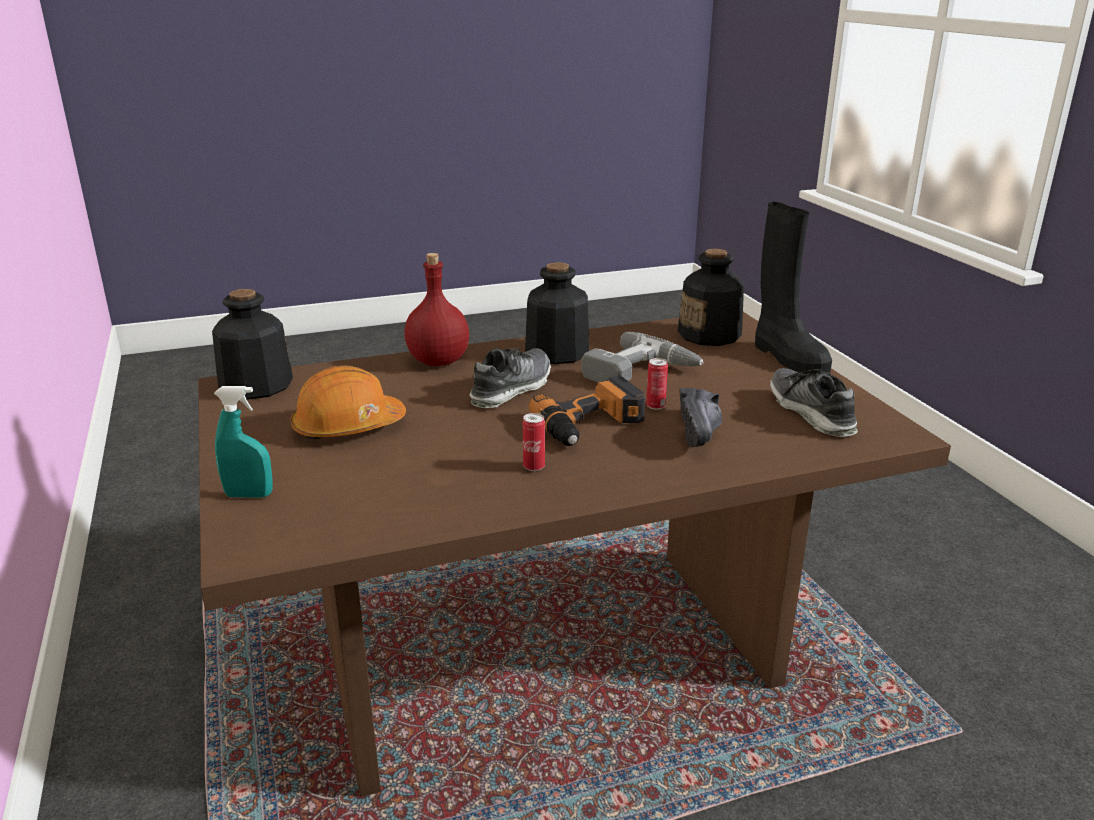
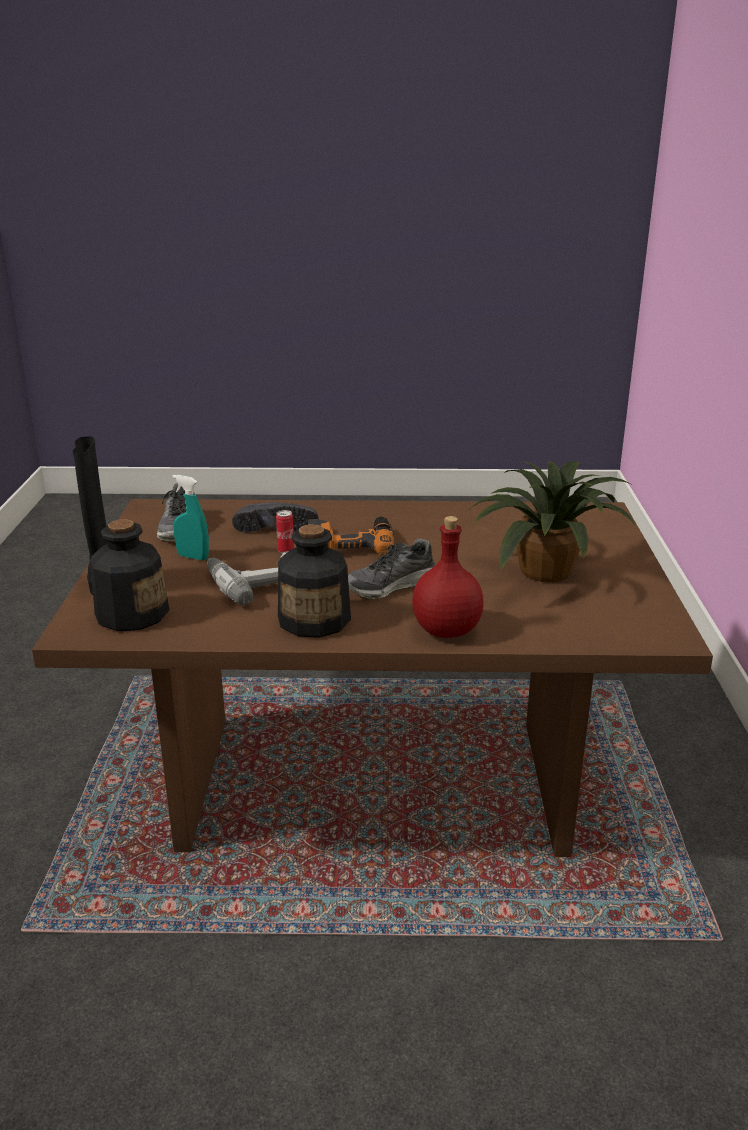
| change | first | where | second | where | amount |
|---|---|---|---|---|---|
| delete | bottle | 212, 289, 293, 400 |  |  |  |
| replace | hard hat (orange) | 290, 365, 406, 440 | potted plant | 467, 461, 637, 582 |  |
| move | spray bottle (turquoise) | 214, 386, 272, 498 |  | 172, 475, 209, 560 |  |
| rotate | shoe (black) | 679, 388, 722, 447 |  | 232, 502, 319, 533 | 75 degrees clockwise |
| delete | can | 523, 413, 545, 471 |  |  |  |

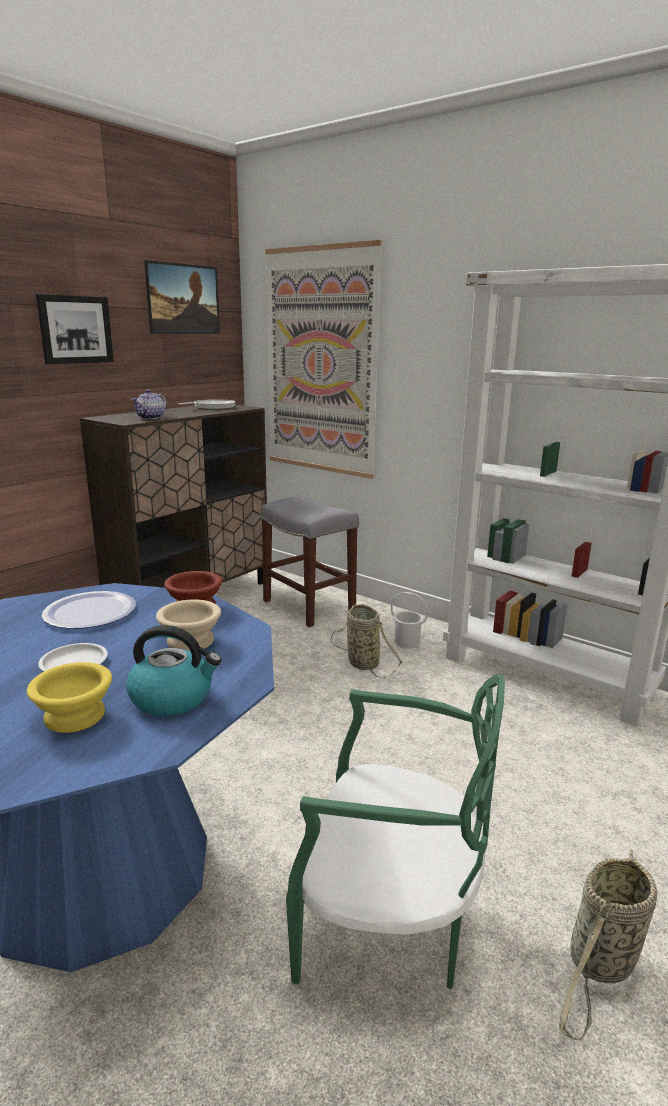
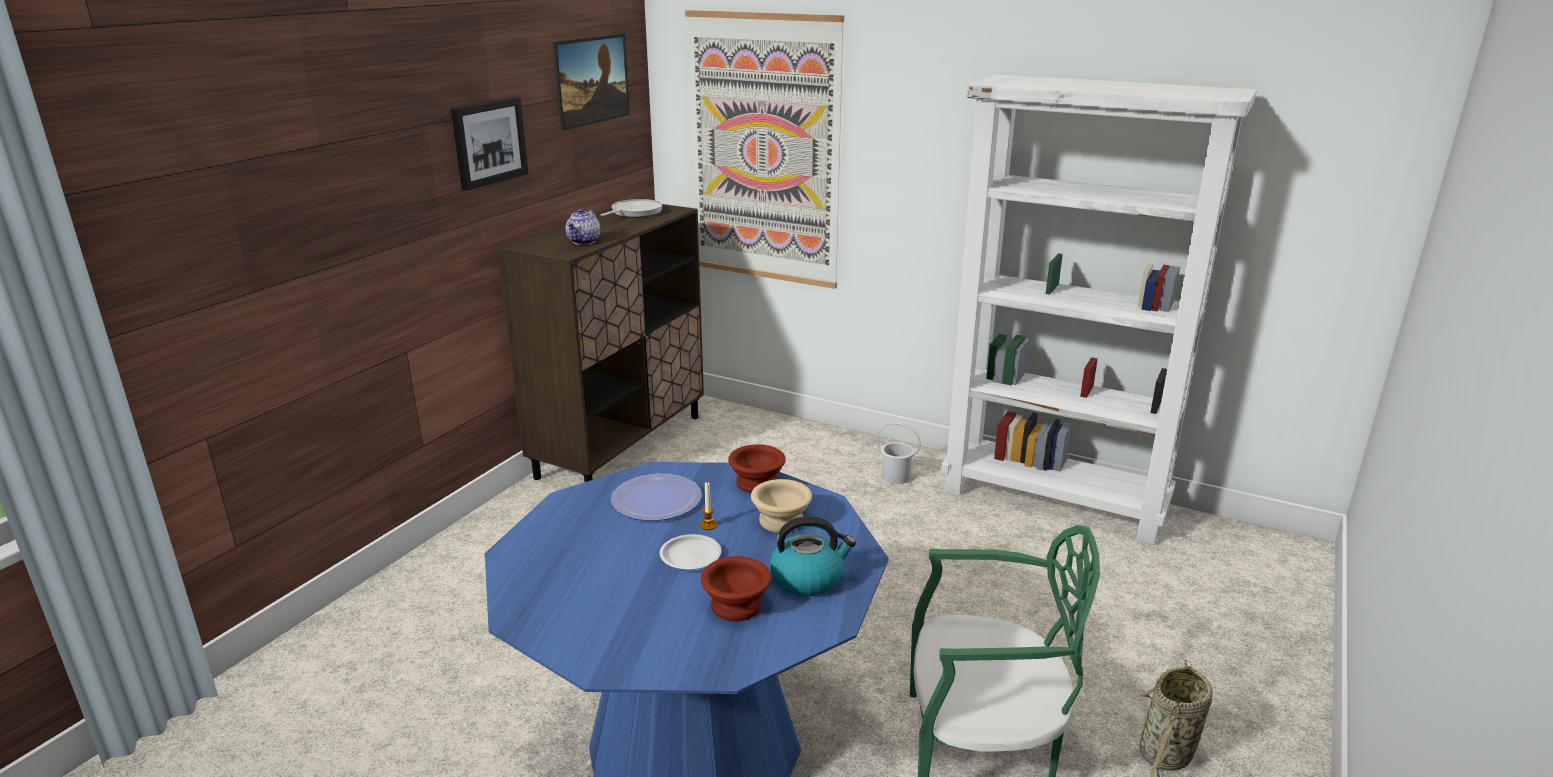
| change | first | where | second | where | amount |
|---|---|---|---|---|---|
| delete | stool (grey) | 260, 496, 359, 627 |  |  |  |
| delete | basket | 331, 604, 403, 678 |  |  |  |
| recolor | bowl (yellow) | 27, 662, 112, 733 | bowl (brown) | 701, 556, 771, 621 |  |
| insert |  |  | candle | 700, 482, 717, 530 |  |

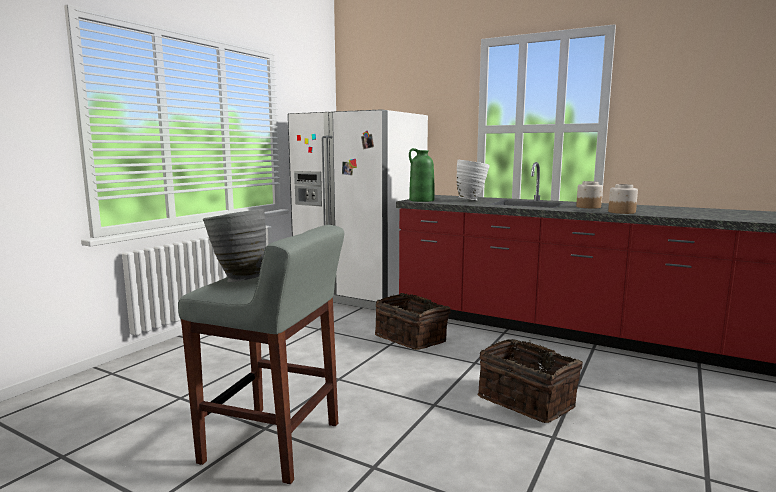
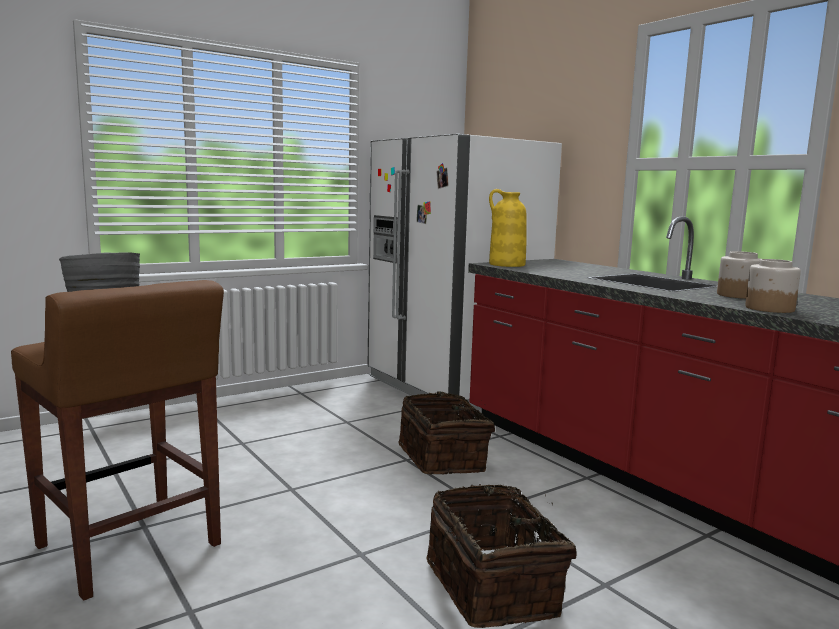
| change | first | where | second | where | amount |
|---|---|---|---|---|---|
| recolor | vase (green) | 409, 148, 435, 202 | vase (yellow) | 489, 189, 527, 267 |  |
| delete | vase (white) | 457, 160, 490, 200 |  |  |  |
| recolor | stool (grey) | 178, 225, 344, 484 | stool (brown) | 11, 280, 224, 601 |  |

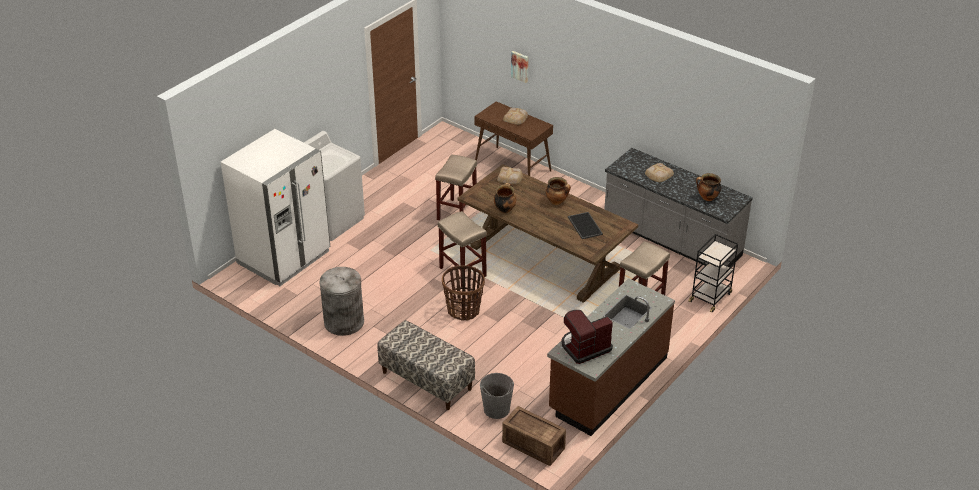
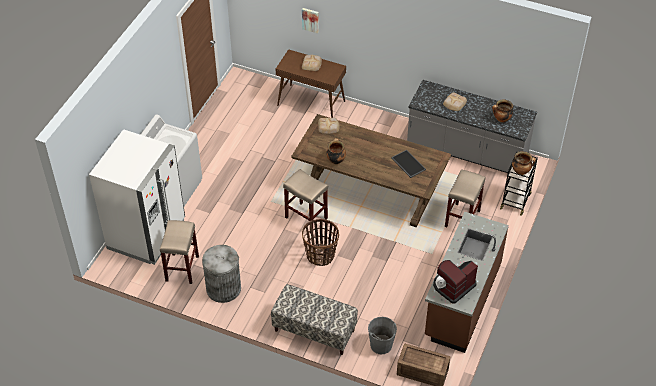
| change | first | where | second | where | amount |
|---|---|---|---|---|---|
| move | stool (beige) | 435, 154, 477, 220 |  | 160, 220, 199, 284 |  |
| move | cooking pot | 546, 177, 571, 205 |  | 512, 151, 536, 175 |  |

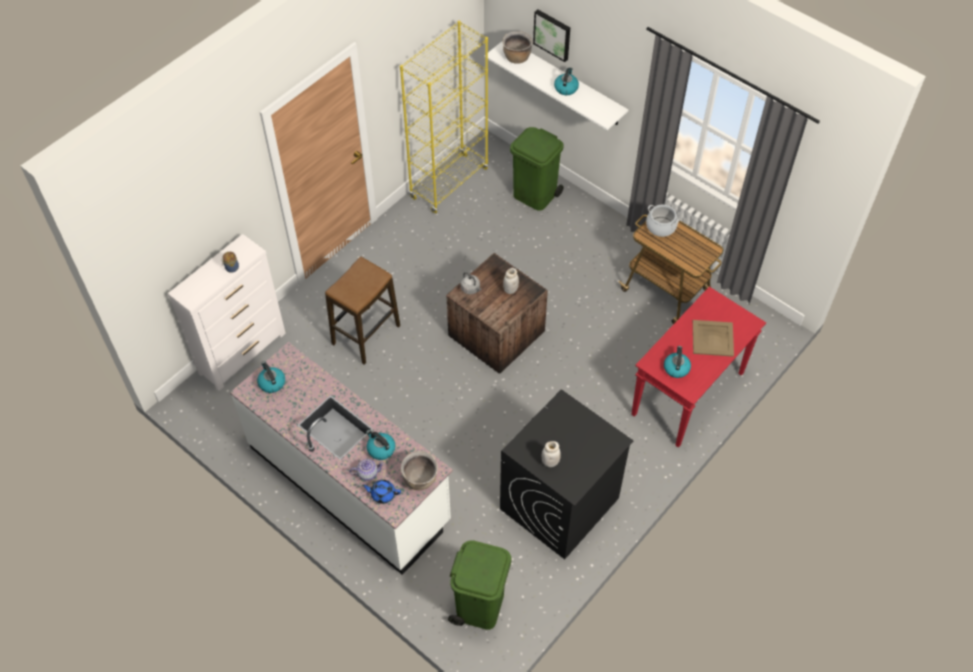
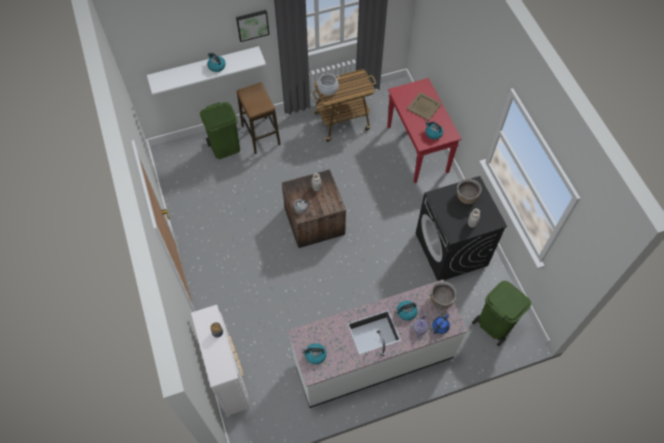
| change | first | where | second | where | amount |
|---|---|---|---|---|---|
| move | picture | 533, 9, 570, 62 |  | 236, 10, 269, 42 |  |
| delete | bookcase (yellow) | 400, 20, 489, 214 |  |  |  |
| move | cooking pot (brown) | 502, 31, 533, 64 |  | 457, 179, 482, 204 |  |
| move | stool | 325, 257, 400, 365 |  | 237, 82, 281, 154 |  |

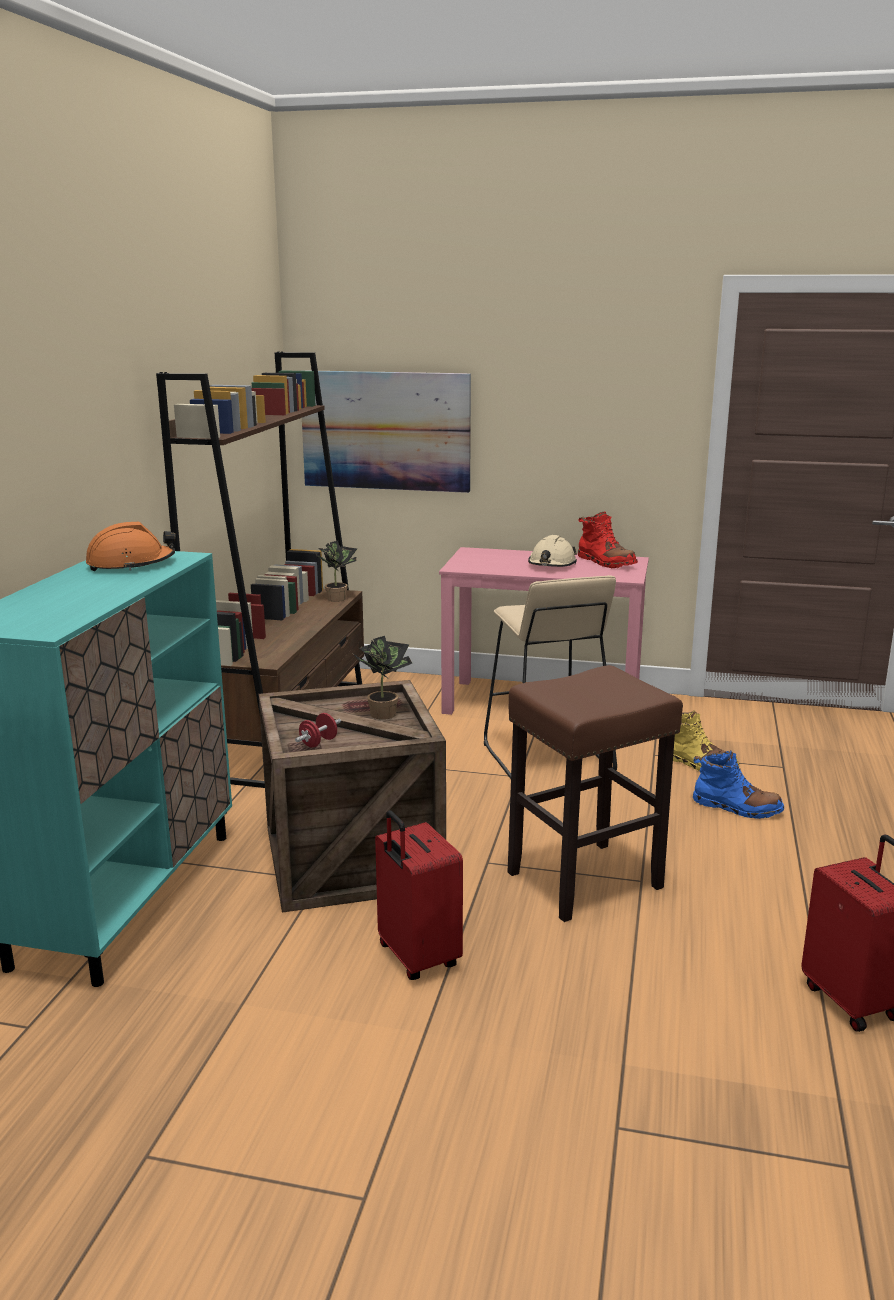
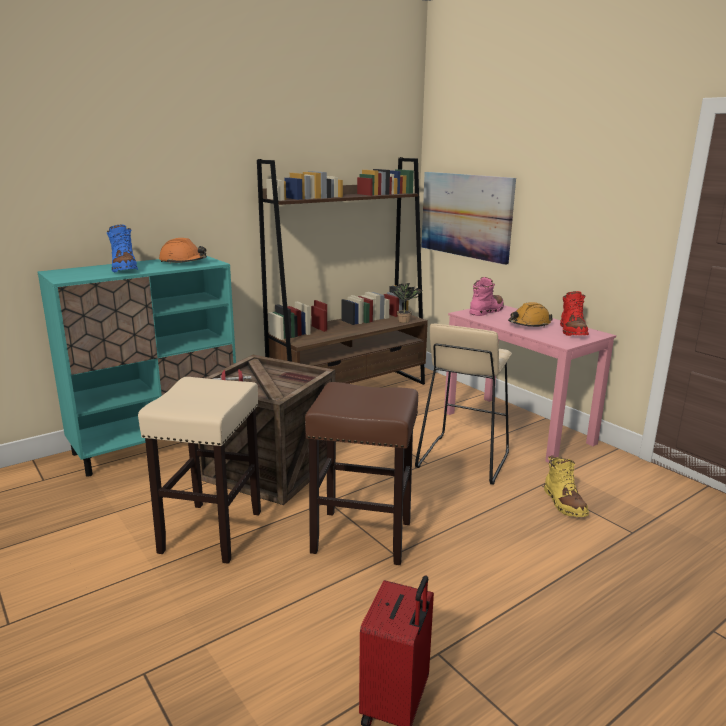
| change | first | where | second | where | amount |
|---|---|---|---|---|---|
| recolor | hard hat (beige) | 528, 535, 577, 567 | hard hat (orange) | 508, 302, 553, 327 |  |
| delete | potted plant | 354, 636, 412, 720 |  |  |  |
| move | boot (blue) | 693, 751, 784, 819 |  | 106, 224, 138, 273 |  |
| replace | suitcase (red) | 375, 810, 463, 980 | stool (beige) | 138, 377, 261, 564 |  |
| insert |  |  | boot (pink) | 469, 277, 504, 316 |  |

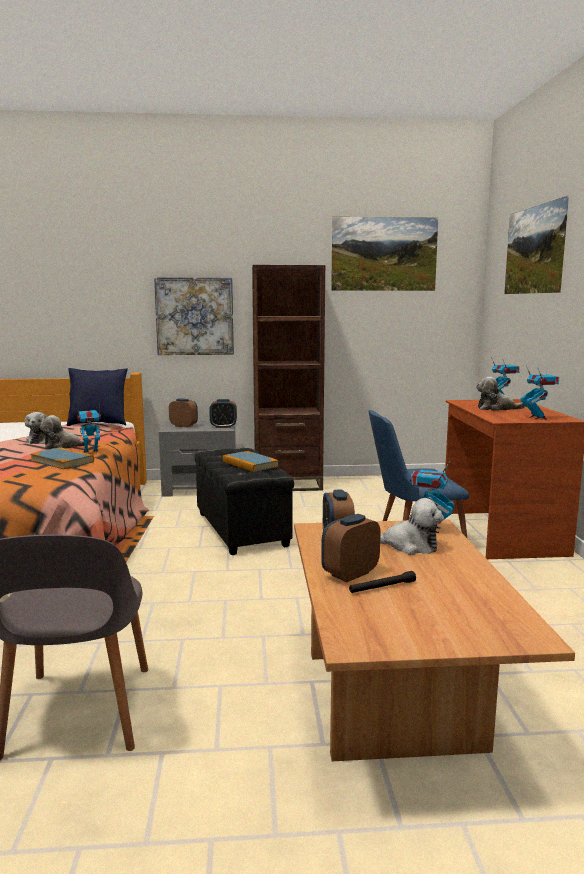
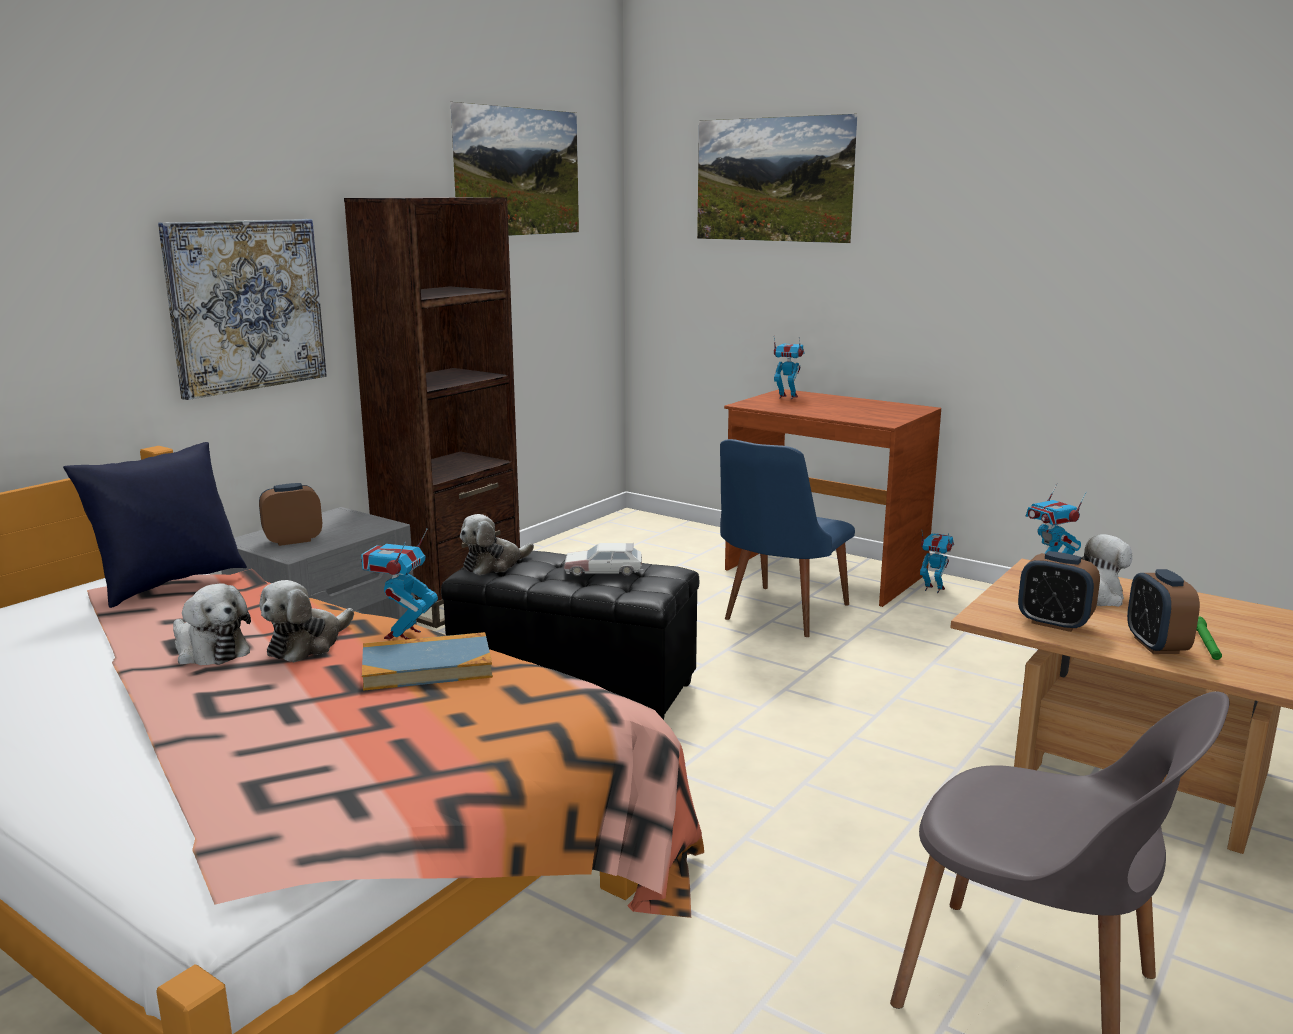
| change | first | where | second | where | amount |
|---|---|---|---|---|---|
| move | toy robot | 520, 365, 559, 419 |  | 920, 529, 954, 593 |  |
| move | plush toy | 476, 377, 525, 411 |  | 460, 514, 534, 575 |  |
| delete | alarm clock | 209, 399, 237, 428 |  |  |  |
| replace | book | 223, 451, 279, 472 | toy car | 564, 543, 644, 576 |  |
| recolor | flashlight (black) | 349, 571, 416, 593 | flashlight (green) | 1196, 616, 1222, 660 |  |

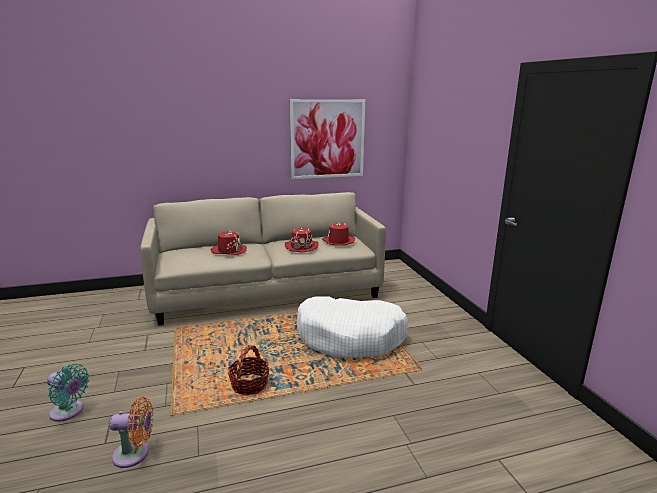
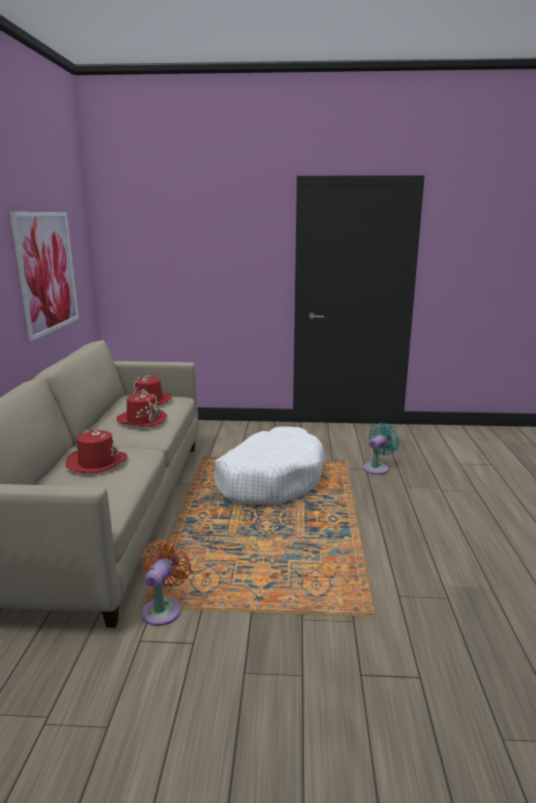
| change | first | where | second | where | amount |
|---|---|---|---|---|---|
| delete | basket | 228, 345, 270, 395 |  |  |  |
| move | fan (turquoise) | 47, 364, 89, 422 |  | 363, 423, 399, 475 |  |
| move | fan (orange) | 109, 397, 153, 468 |  | 142, 540, 191, 626 |  |

